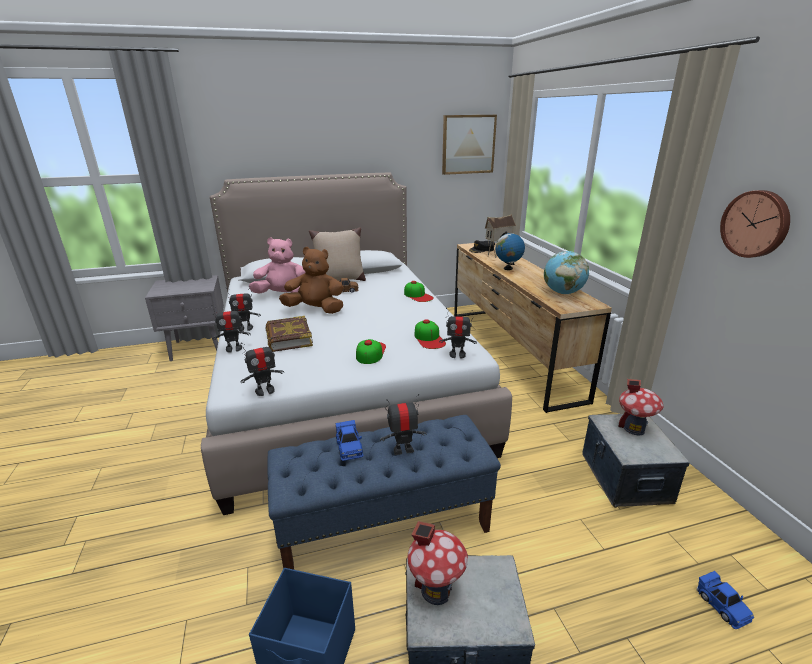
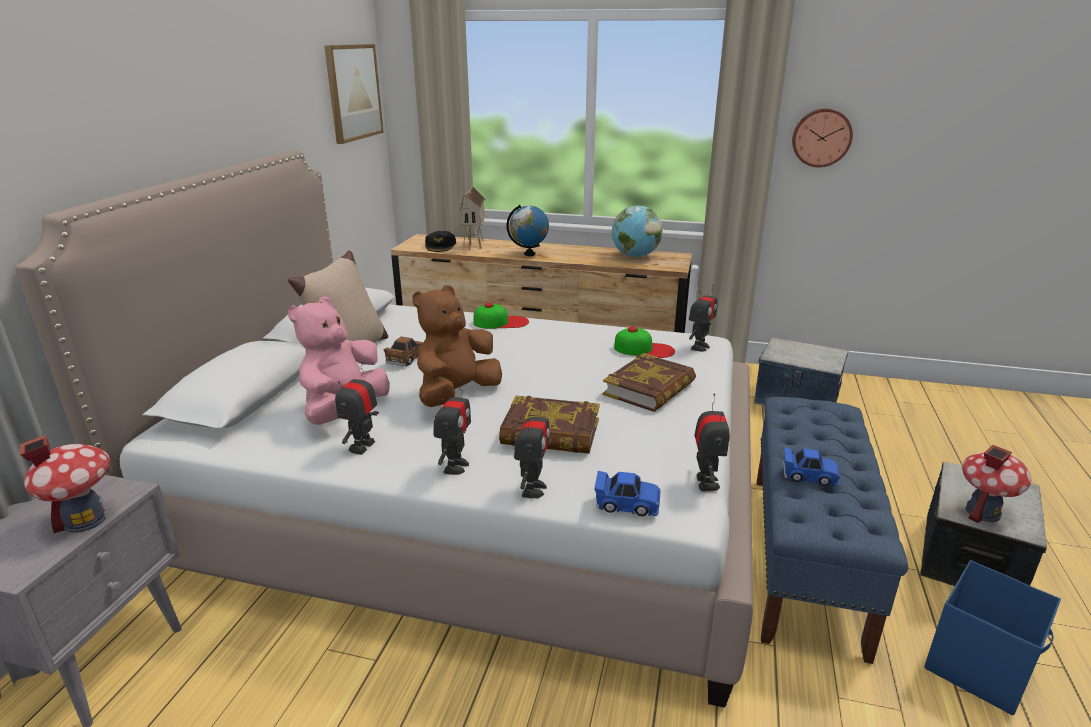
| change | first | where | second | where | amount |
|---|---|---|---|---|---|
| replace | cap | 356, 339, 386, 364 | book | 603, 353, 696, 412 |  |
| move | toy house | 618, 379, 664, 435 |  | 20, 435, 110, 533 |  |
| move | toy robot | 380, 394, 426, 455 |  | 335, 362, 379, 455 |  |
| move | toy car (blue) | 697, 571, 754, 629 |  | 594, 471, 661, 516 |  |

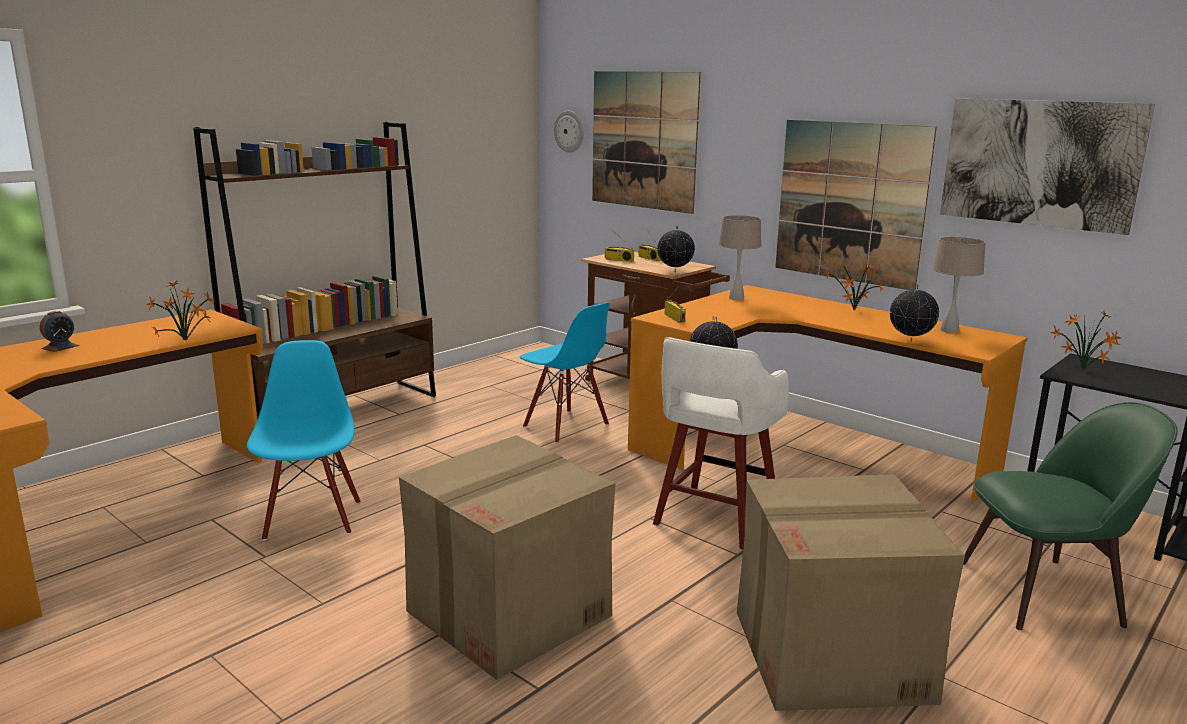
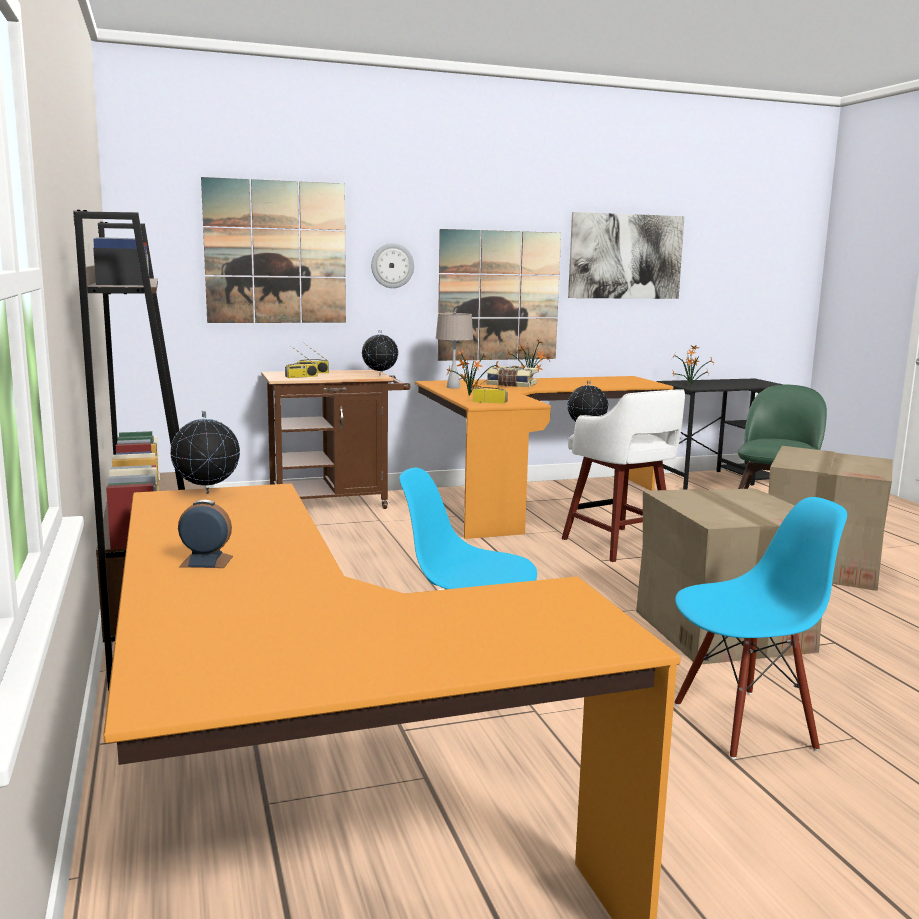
| change | first | where | second | where | amount |
|---|---|---|---|---|---|
| move | wall clock | 554, 111, 584, 153 |  | 371, 243, 414, 288 |  |
| delete | table lamp (beige) | 933, 237, 986, 333 |  |  |  |
| move | potted plant | 146, 280, 215, 341 |  | 447, 349, 499, 396 |  |
| move | globe | 890, 284, 939, 342 |  | 170, 411, 240, 494 |  |
| move | chair (blue) | 520, 303, 610, 443 |  | 674, 497, 847, 759 |  |
| rotate | alarm clock | 40, 311, 79, 352 |  | 178, 500, 233, 568 | 60 degrees counterclockwise |
| insert |  |  | book | 486, 366, 538, 387 |  |

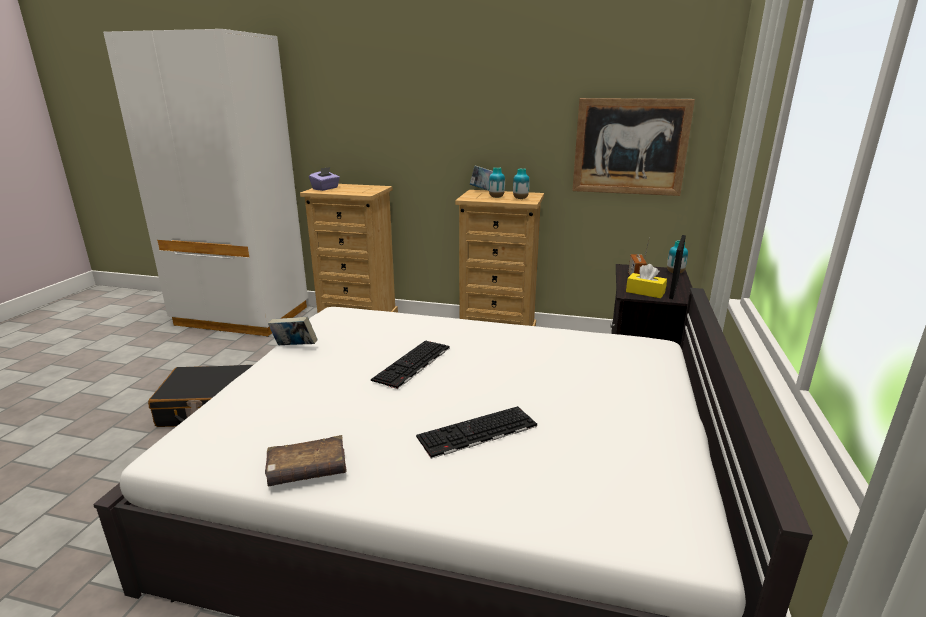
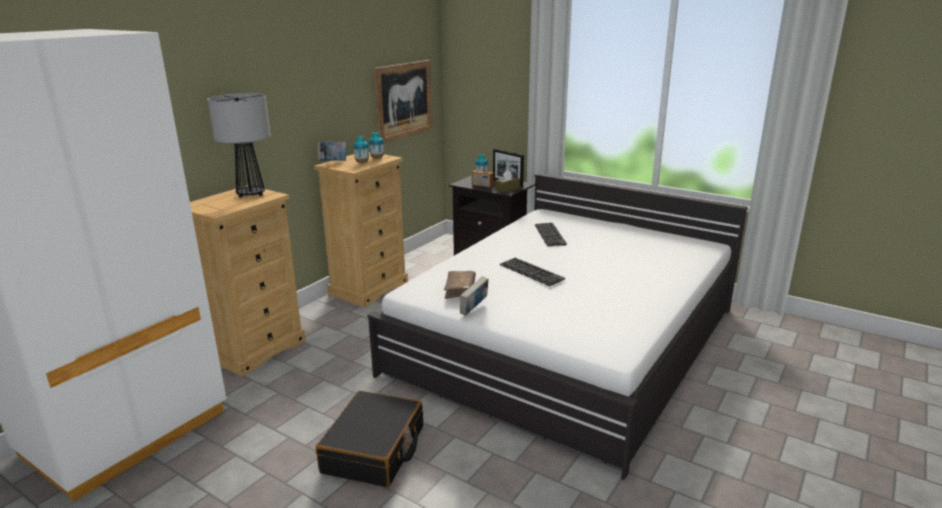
| change | first | where | second | where | amount |
|---|---|---|---|---|---|
| delete | tissue box (purple) | 309, 167, 340, 191 |  |  |  |
| recolor | tissue box (yellow) | 626, 264, 667, 298 | tissue box (brown) | 496, 170, 520, 192 |  |
| move | keyboard | 416, 406, 537, 459 |  | 535, 223, 567, 246 |  |
| move | book (brown) | 265, 435, 347, 487 |  | 444, 271, 476, 299 |  |
| insert |  |  | table lamp | 207, 93, 271, 198 |  |

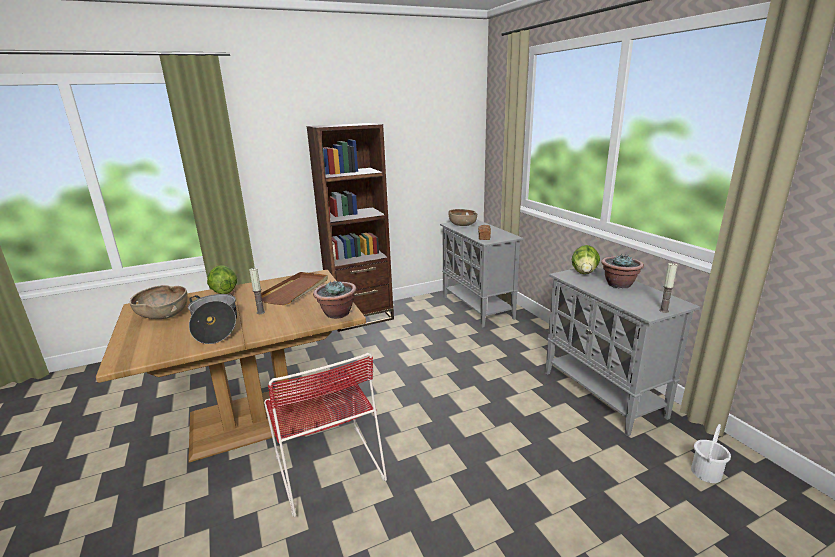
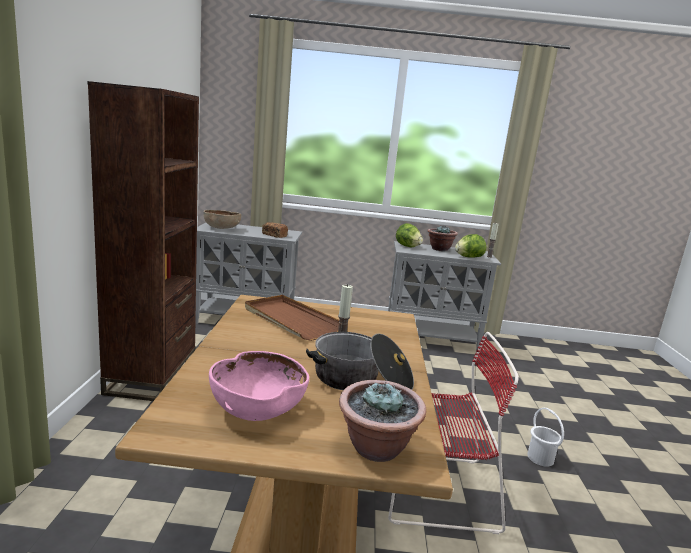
| change | first | where | second | where | amount |
|---|---|---|---|---|---|
| move | lettuce | 207, 266, 237, 294 |  | 455, 234, 486, 258 |  |
| move | potted plant | 313, 280, 357, 319 |  | 339, 380, 426, 462 |  |
| recolor | bowl (brown) | 130, 285, 188, 319 | bowl (pink) | 209, 351, 309, 421 |  |
| move | bucket (white) | 691, 424, 731, 483 |  | 527, 408, 564, 467 |  |

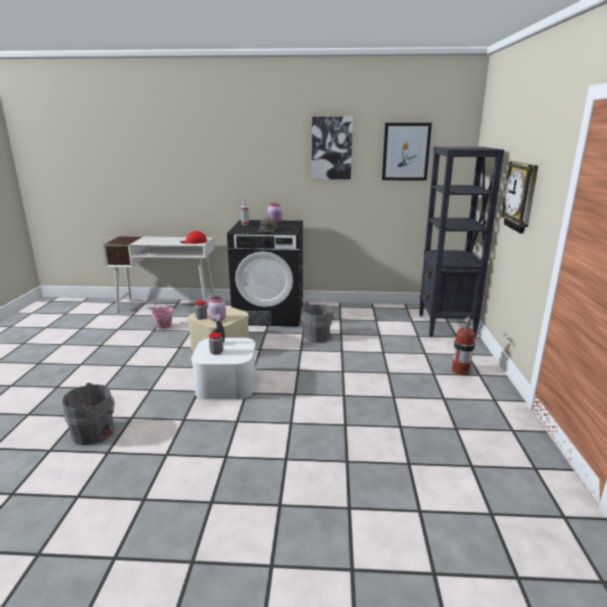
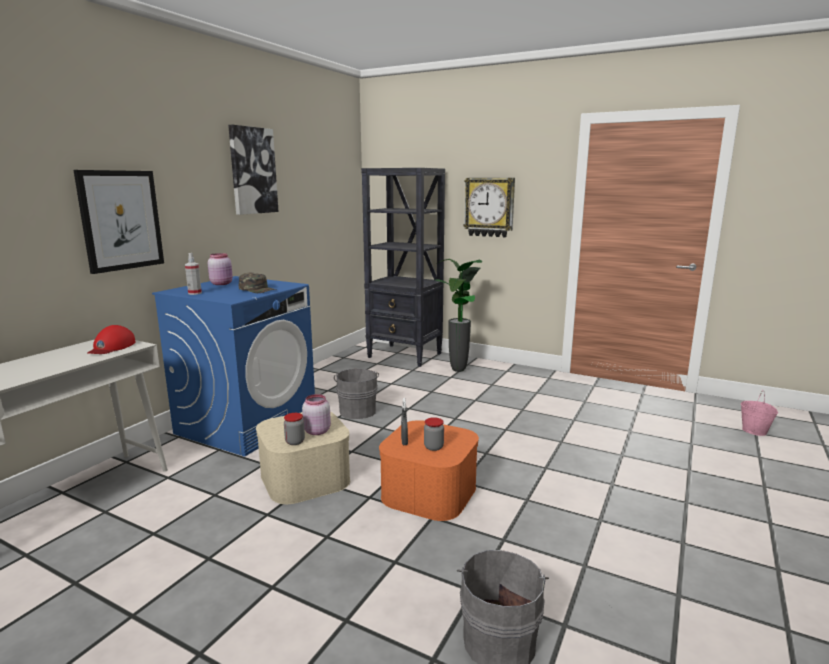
| change | first | where | second | where | amount |
|---|---|---|---|---|---|
| move | picture | 382, 123, 432, 181 |  | 73, 170, 164, 274 |  |
| recolor | washing machine (black) | 227, 220, 303, 326 | washing machine (blue) | 152, 276, 315, 457 |  |
| move | bucket (pink) | 152, 299, 173, 329 |  | 741, 390, 778, 436 |  |
| delete | fire extinguisher | 452, 316, 475, 375 |  |  |  |
| recolor | storage box (white) | 191, 338, 256, 400 | storage box (orange) | 379, 420, 479, 521 |  |
| insert |  |  | potted plant | 435, 259, 482, 372 |  |

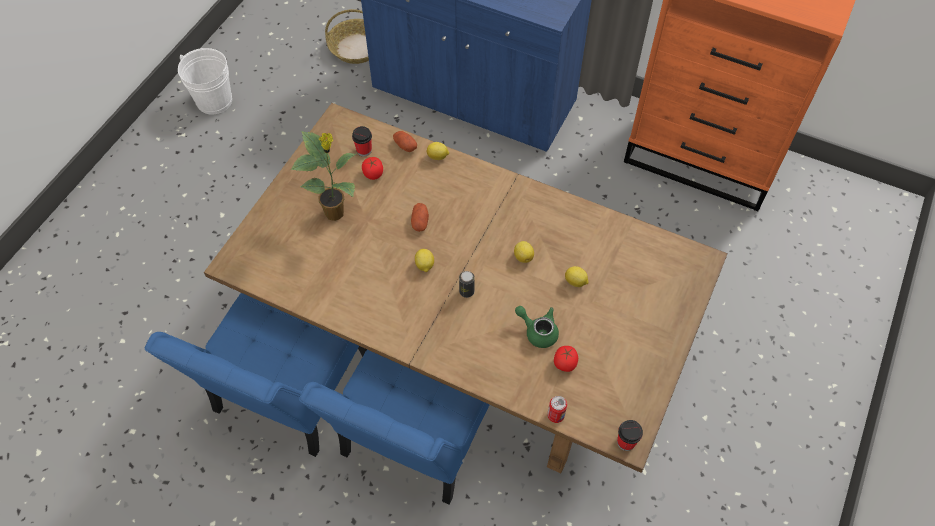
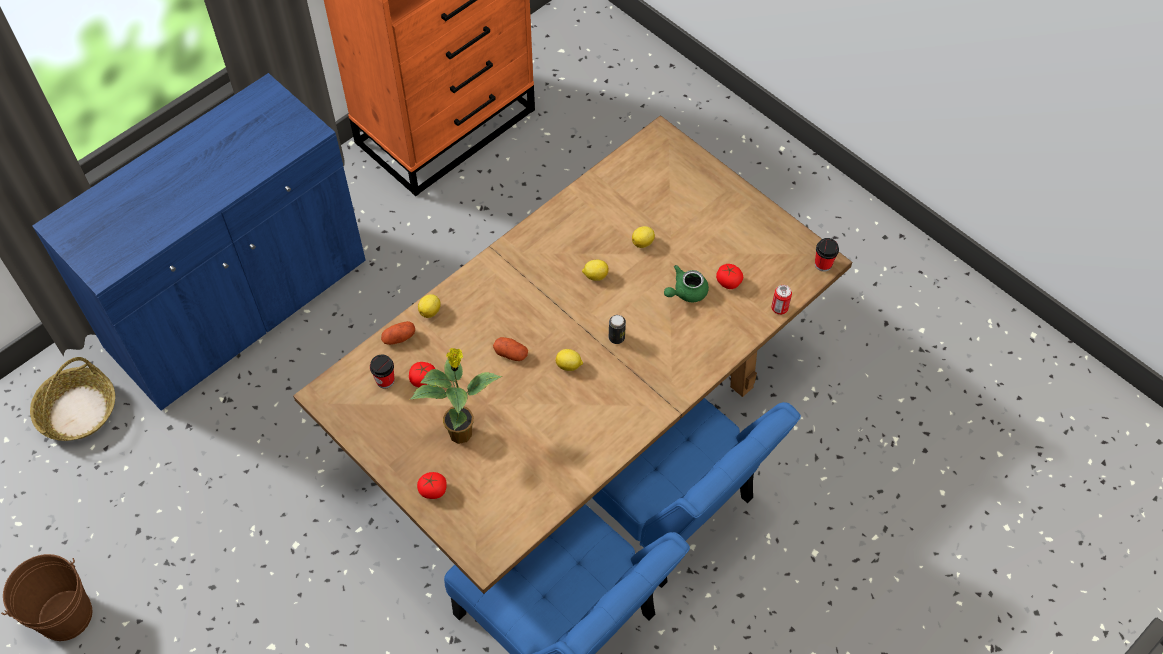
| change | first | where | second | where | amount |
|---|---|---|---|---|---|
| recolor | bucket (white) | 178, 48, 232, 115 | bucket (brown) | 1, 554, 92, 641 |  |
| insert |  |  | tomato | 417, 472, 447, 499 |  |

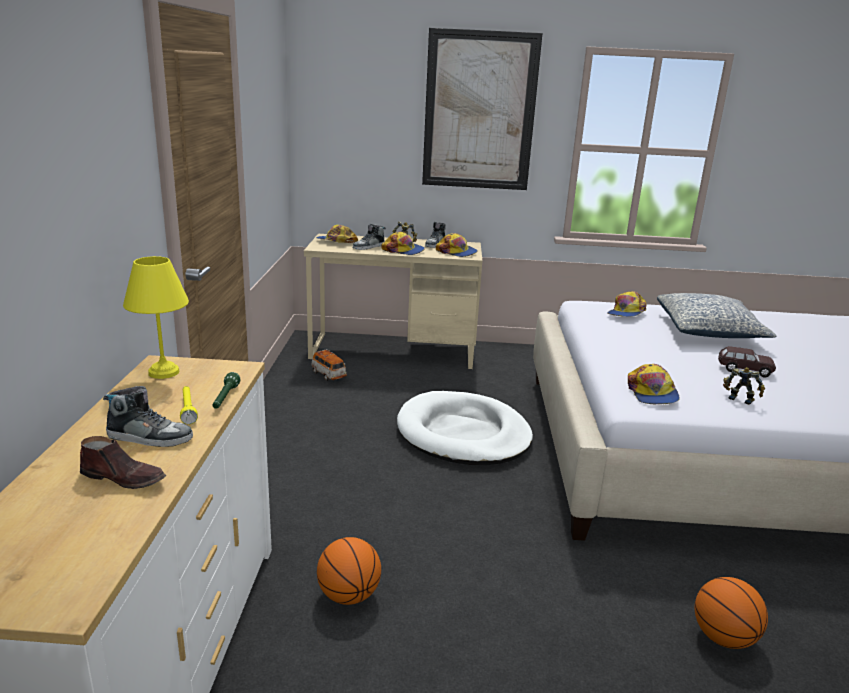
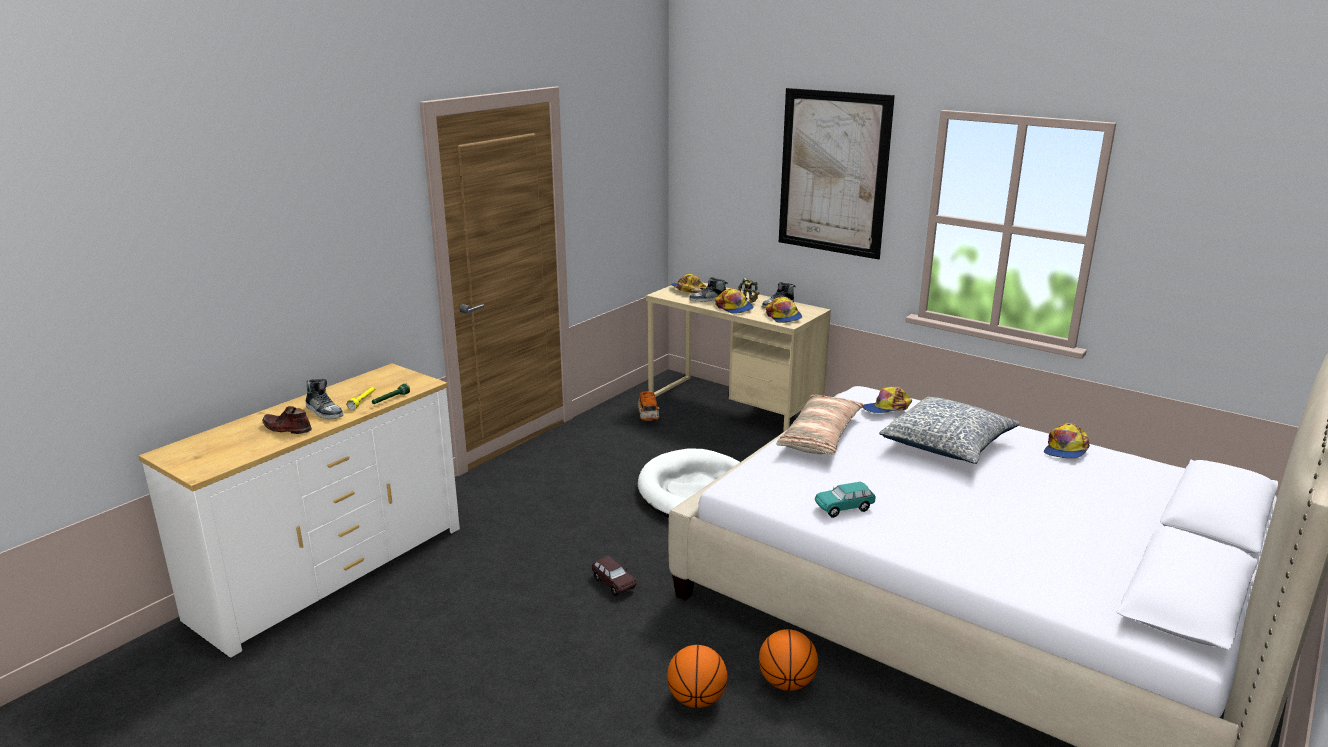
| change | first | where | second | where | amount |
|---|---|---|---|---|---|
| delete | table lamp (yellow) | 123, 256, 189, 379 |  |  |  |
| move | toy car (brown) | 718, 346, 776, 378 |  | 592, 556, 636, 596 |  |
| move | cap | 628, 364, 679, 404 |  | 1044, 423, 1090, 458 |  |
| replace | toy robot | 723, 367, 765, 405 | toy car (turquoise) | 815, 482, 876, 518 |  |
| rotate | shoe (brown) | 80, 436, 166, 489 |  | 262, 406, 312, 434 | 150 degrees clockwise |
| move | basketball | 317, 537, 381, 605 |  | 759, 629, 818, 691 |  |
| insert |  |  | pillow | 776, 394, 864, 455 |  |

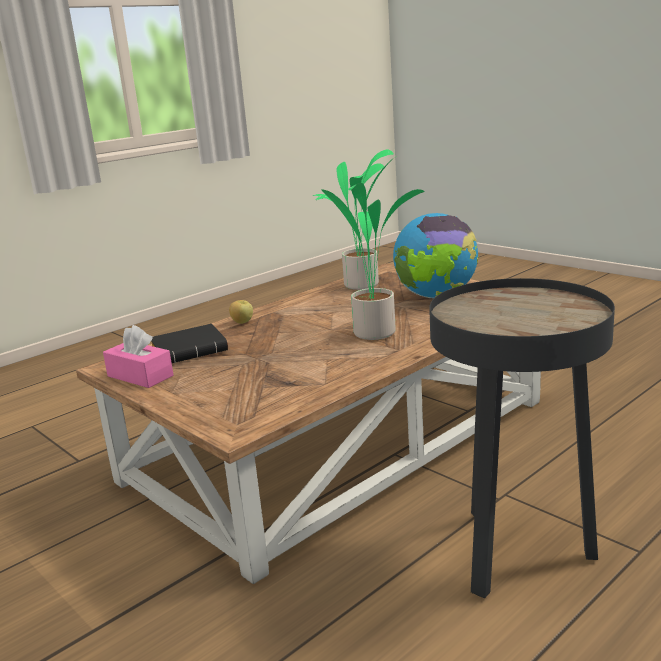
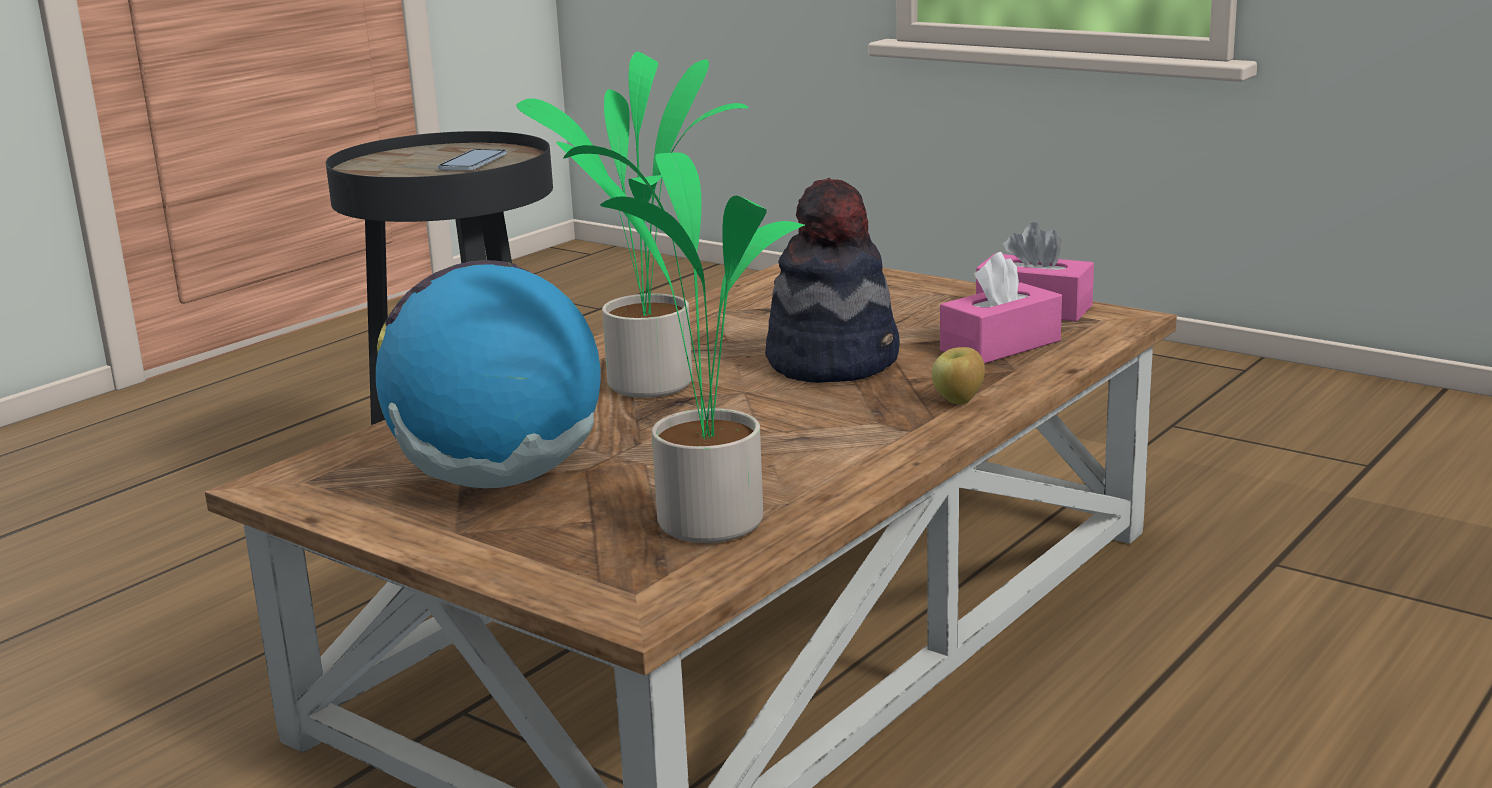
| change | first | where | second | where | amount |
|---|---|---|---|---|---|
| replace | book (black) | 151, 324, 228, 363 | tissue box (pink) | 940, 252, 1062, 364 |  |
| insert |  |  | phone | 438, 149, 507, 170 |  |
| insert |  |  | hat | 765, 178, 900, 383 |  |

